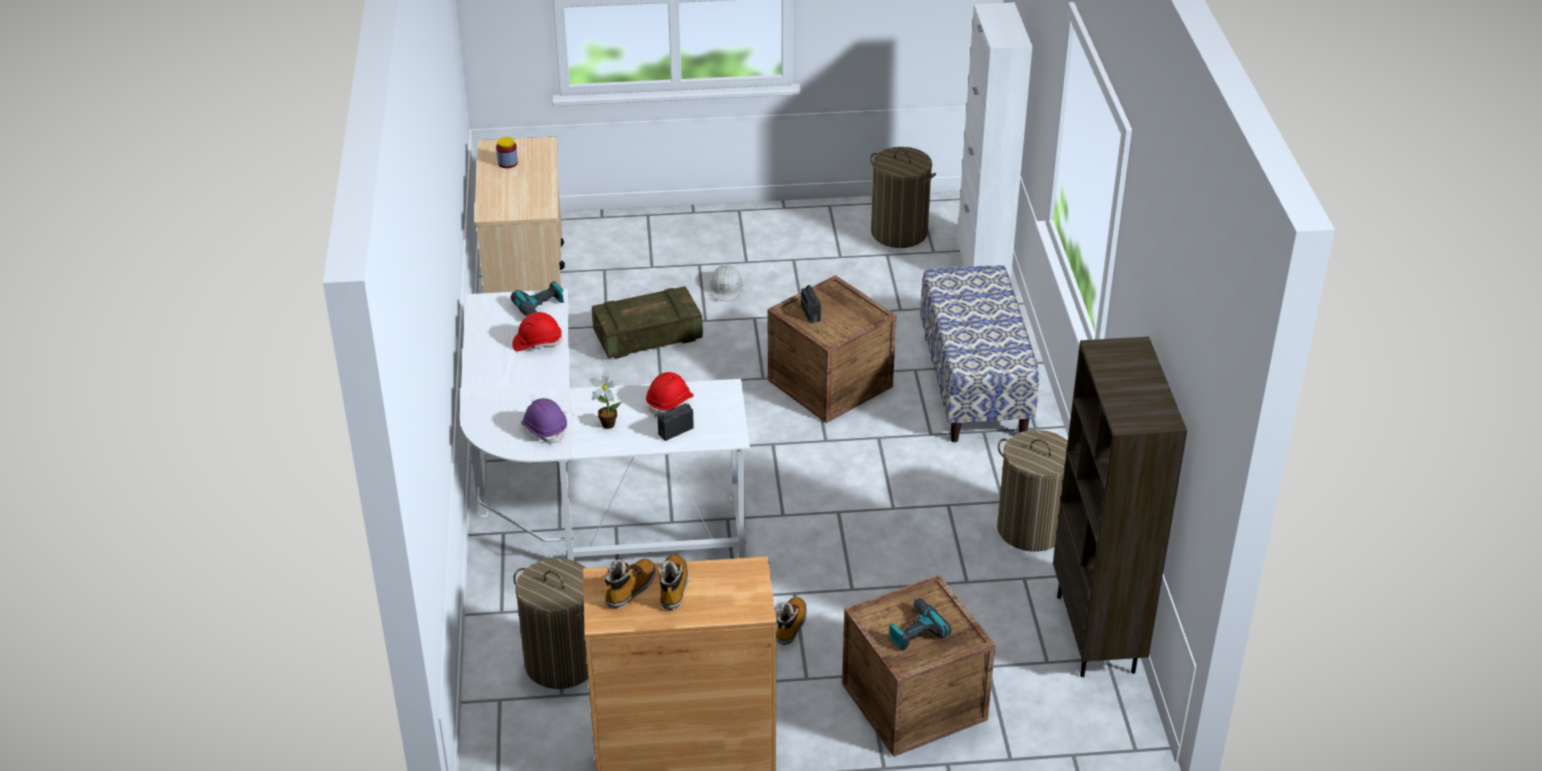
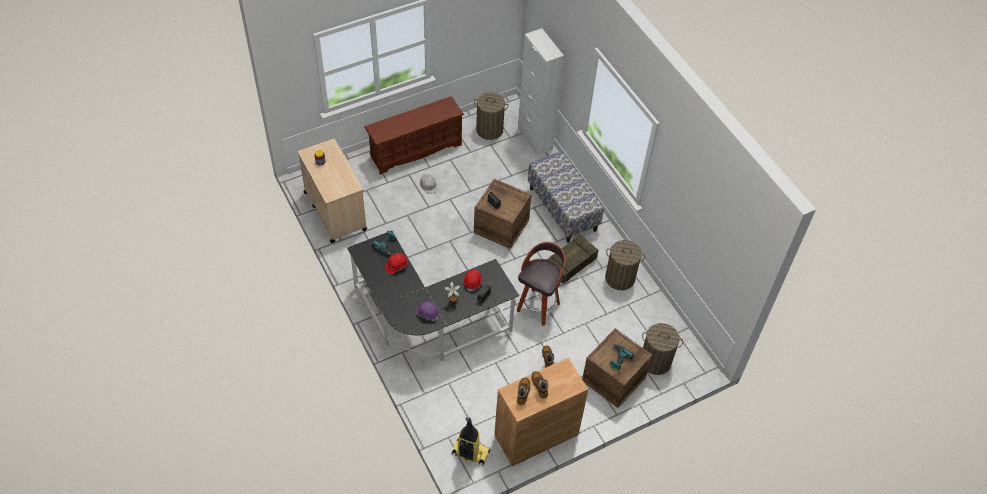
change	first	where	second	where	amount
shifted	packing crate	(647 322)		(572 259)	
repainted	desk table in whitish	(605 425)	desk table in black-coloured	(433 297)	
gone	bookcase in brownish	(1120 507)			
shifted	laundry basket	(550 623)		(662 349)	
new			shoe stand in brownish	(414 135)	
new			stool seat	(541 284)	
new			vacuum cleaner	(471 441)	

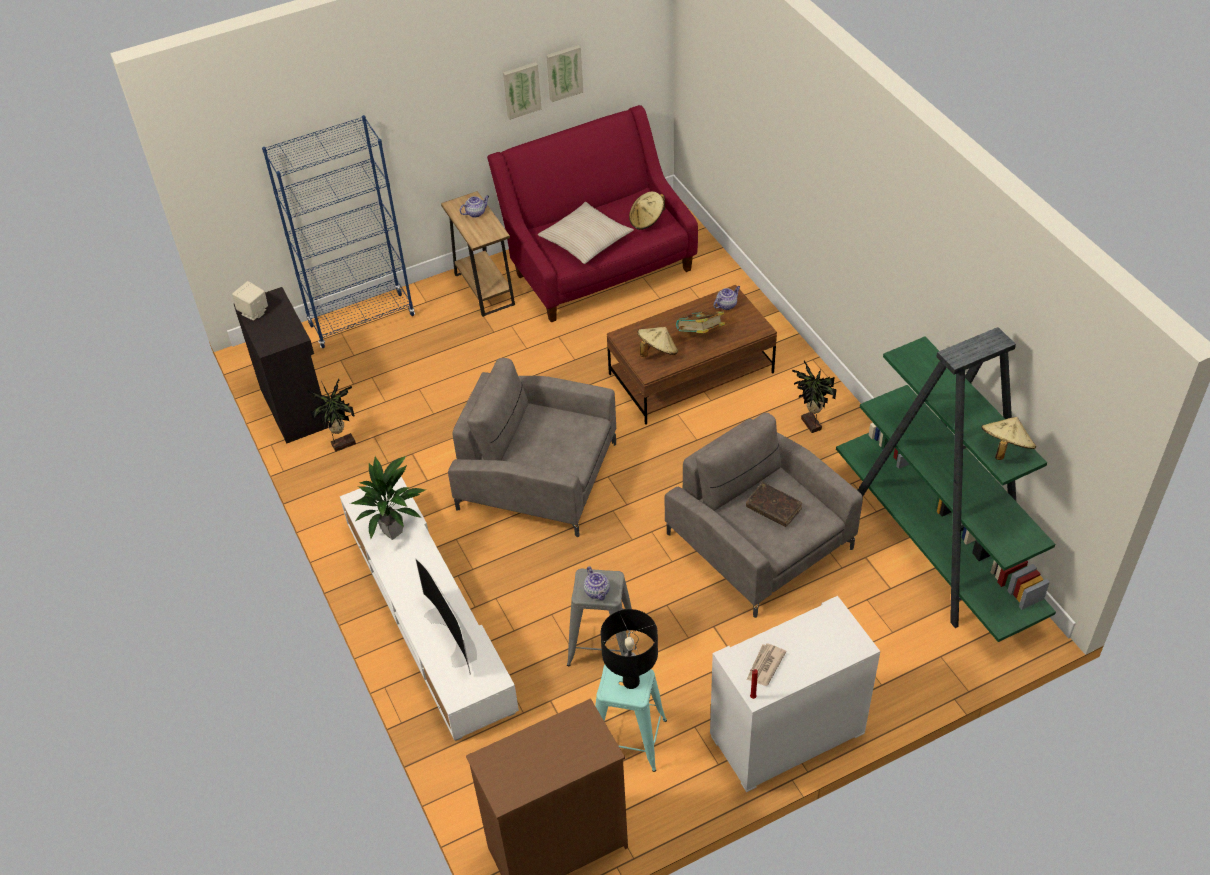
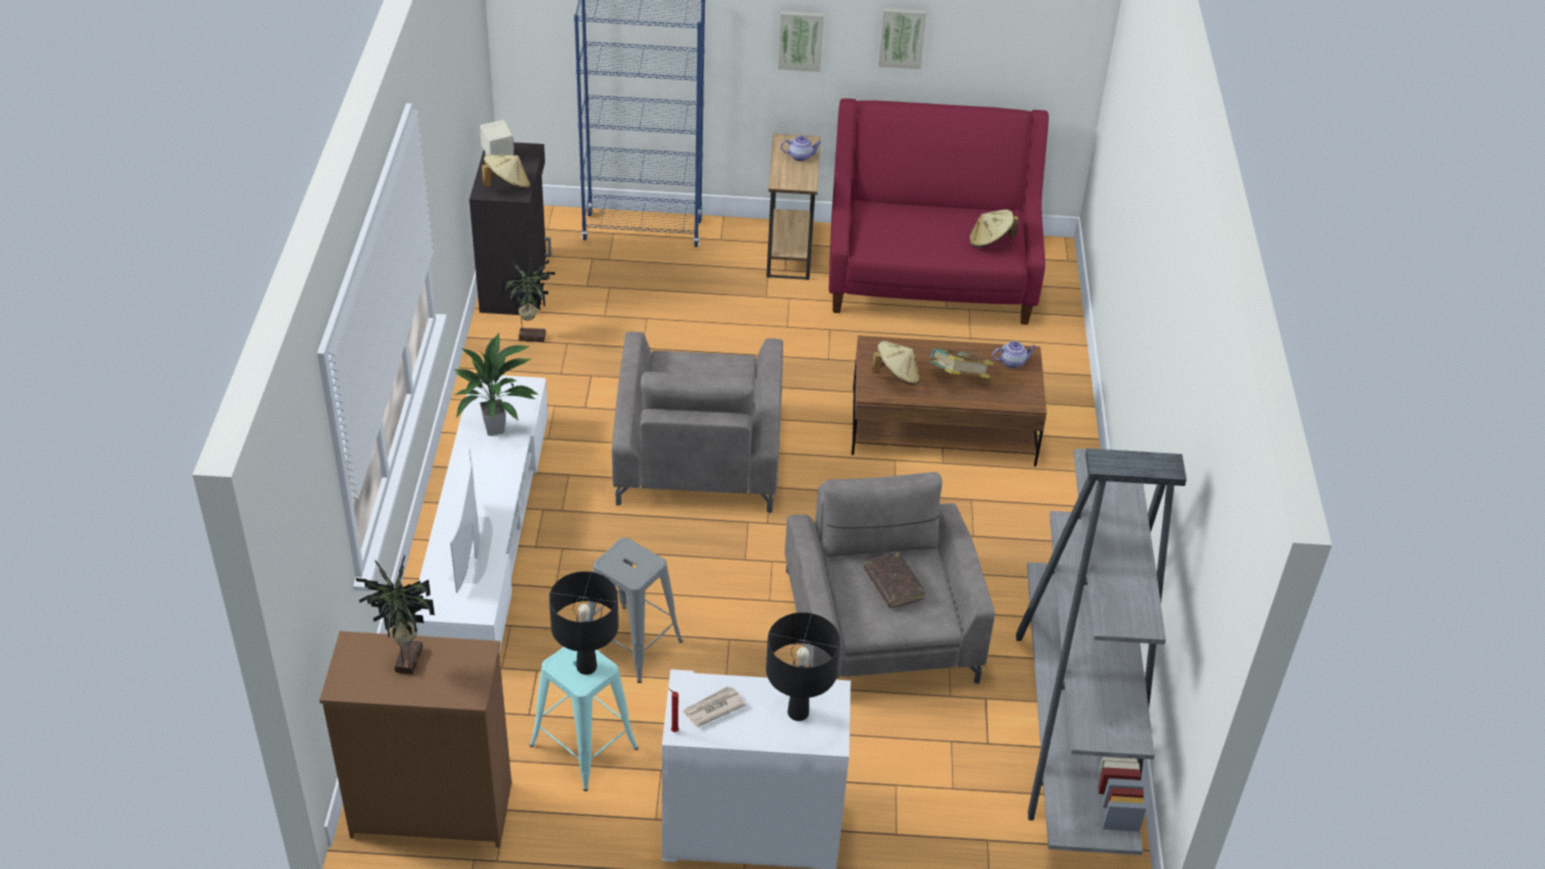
change	first	where	second	where	amount
shifted	wall picture	(564 73)		(801 41)	
gone	throw pillow in beige-coloured	(586 233)			
repainted	bookcase in green	(946 484)	bookcase in greyish	(1101 651)	
rotated	armchair in greyish	(532 447)		(697 422)	135 degrees counterclockwise
shifted	plant in a pot	(814 397)		(395 614)	
shifted	hat in beige-coloured	(1008 438)		(506 172)	
gone	teapot	(597 583)			
new			tabletop lamp in black-coloured	(803 666)	

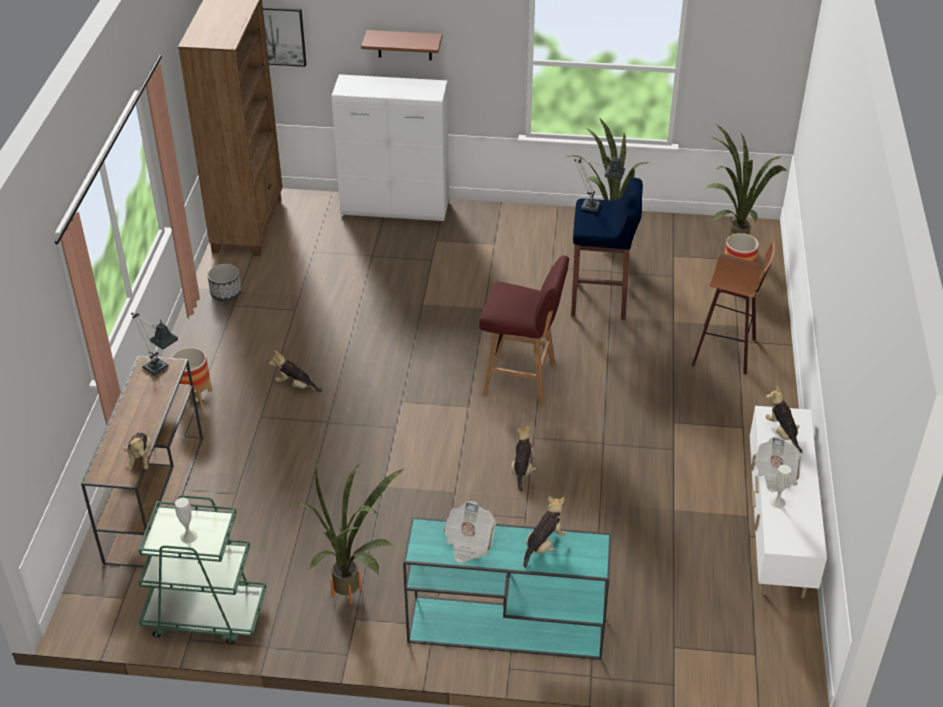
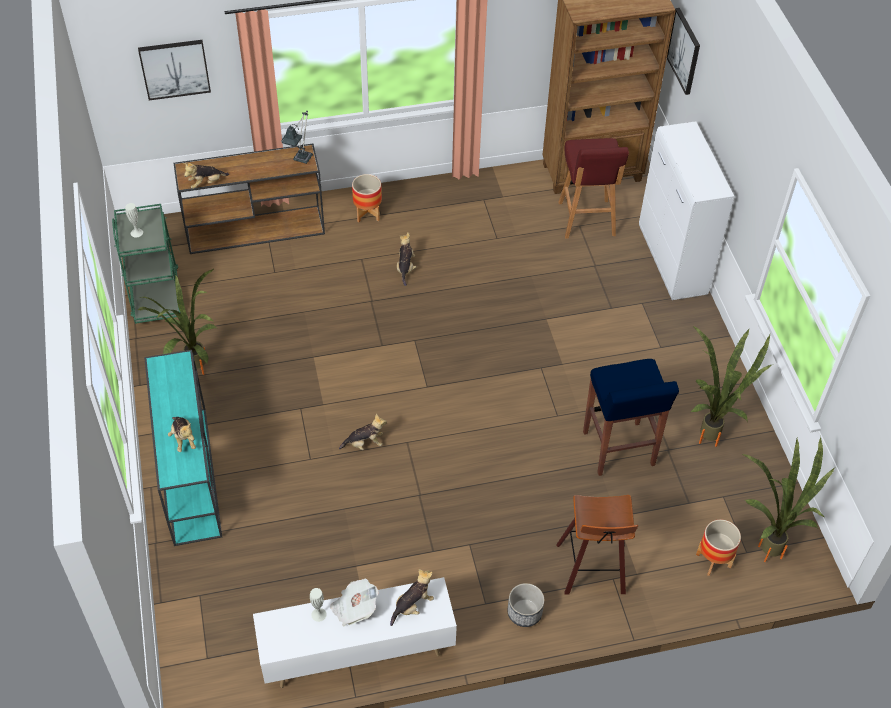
change	first	where	second	where	amount
gone	shelf in brownish	(401 45)			
gone	tabletop lamp	(599 183)			
shifted	stool seat in red-coloured	(524 330)		(593 188)	
shifted	planter	(224 282)		(526 605)	
rotated	cuddly toy	(545 532)		(182 434)	45 degrees clockwise
gone	daily paper	(470 532)			
new			wall picture	(174 70)	

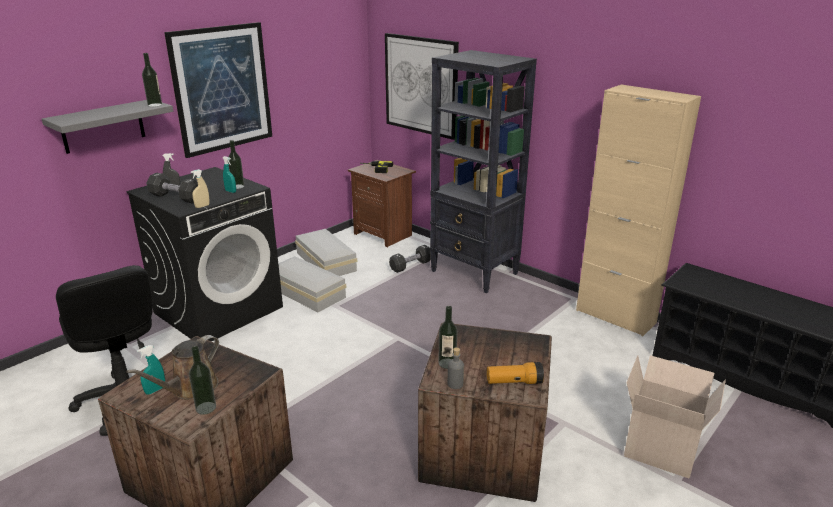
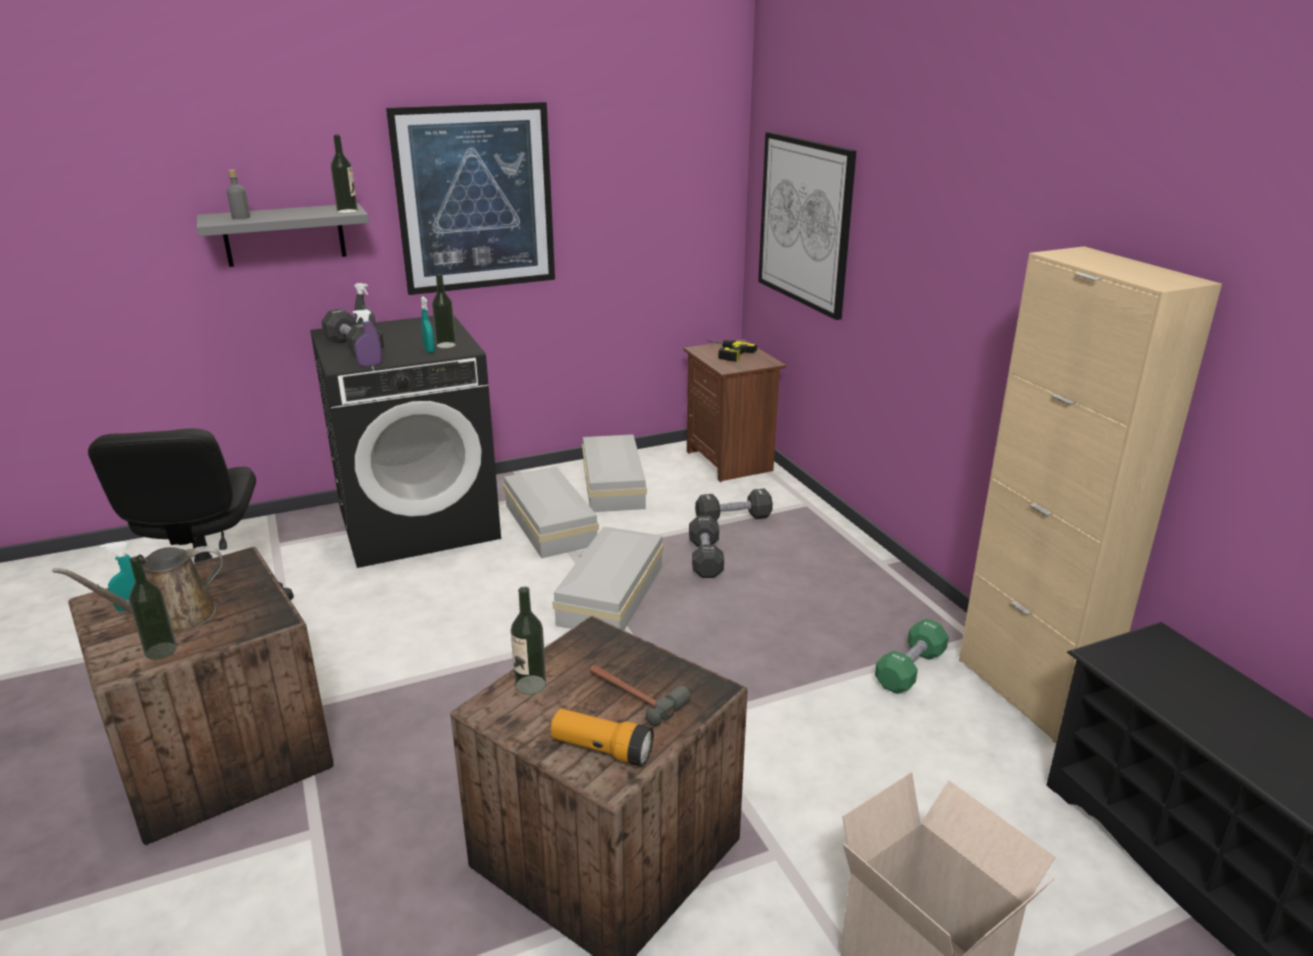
change	first	where	second	where	amount
gone	bookcase in black-coloured	(483 171)			
repainted	hand sprayer in beige-coloured	(200 188)	hand sprayer in purple	(367 338)	
shifted	bottle in greyish	(456 368)		(238 194)	
new			hand weight in black-coloured	(706 547)	
new			storage box in whitish	(608 578)	
new			hand weight in green	(912 656)	
new			tool hammer	(640 695)	

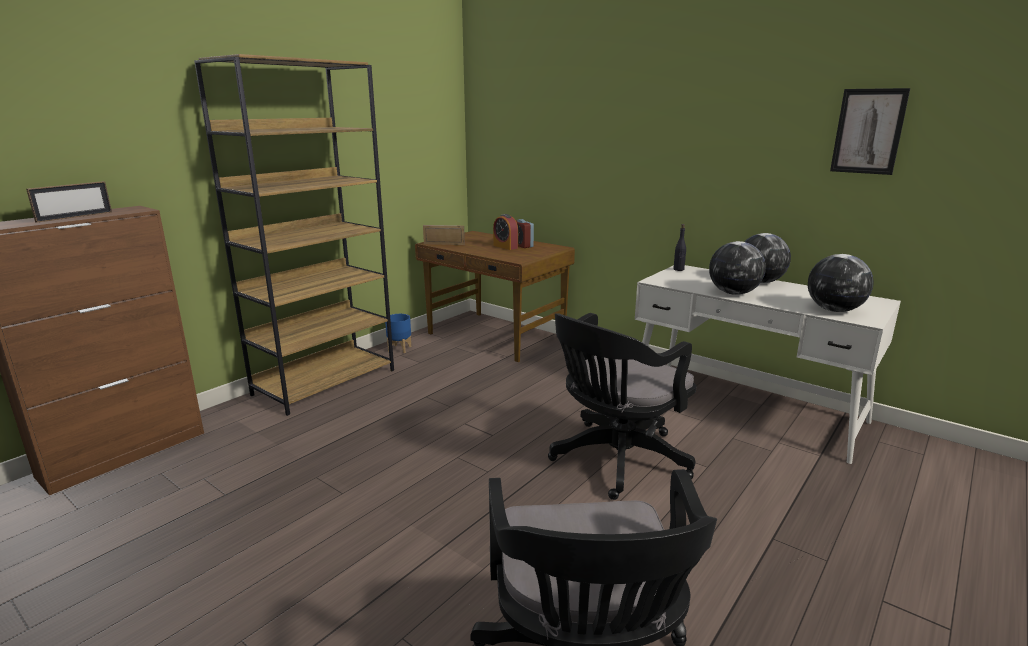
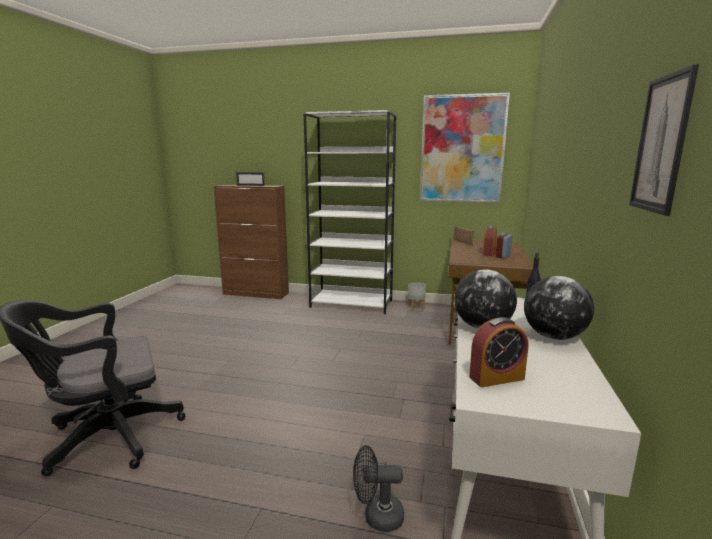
change	first	where	second	where	amount
repainted	bookcase in brownish	(294 235)	bookcase in whitish	(349 212)	
swapped	desk globe	(841 283)	alarm clock	(498 352)	
gone	desk chair in black-coloured	(622 406)			
repainted	planter in blue	(398 333)	planter in greyish	(417 296)	
new			wall picture	(465 148)	
new			fan in black-coloured	(378 488)	

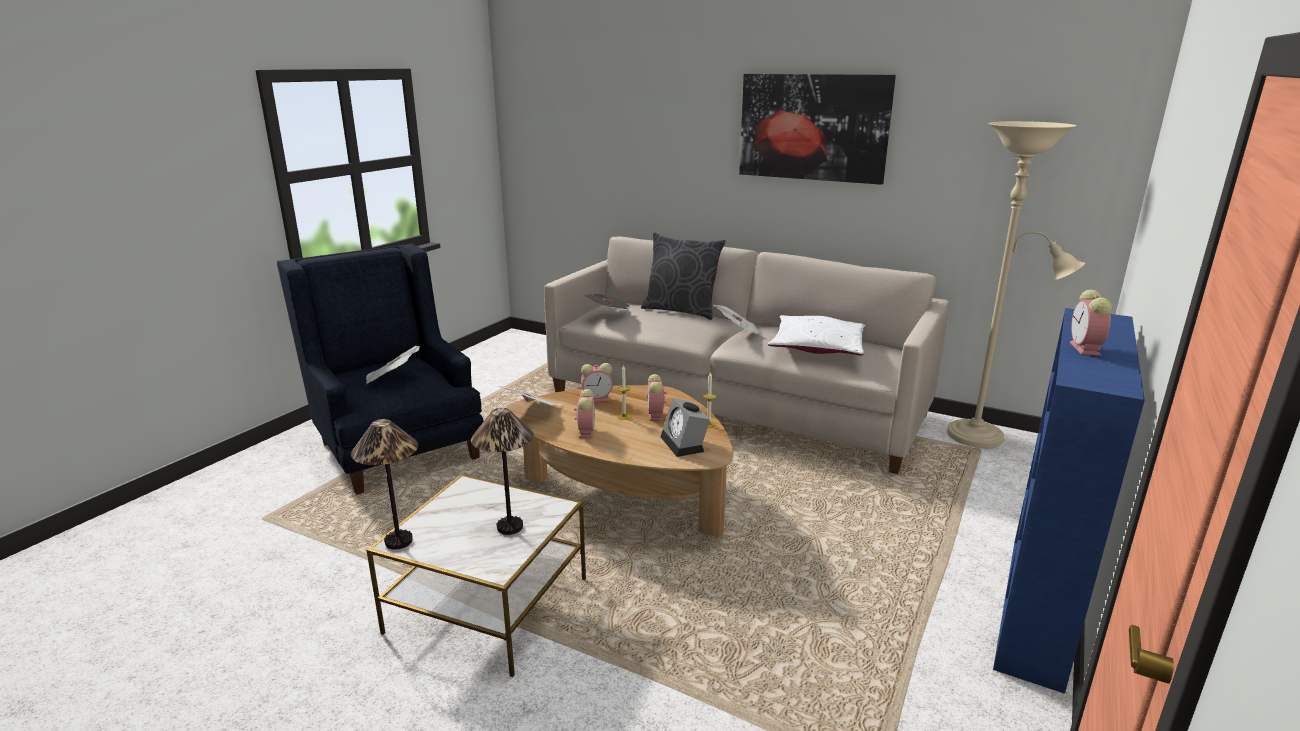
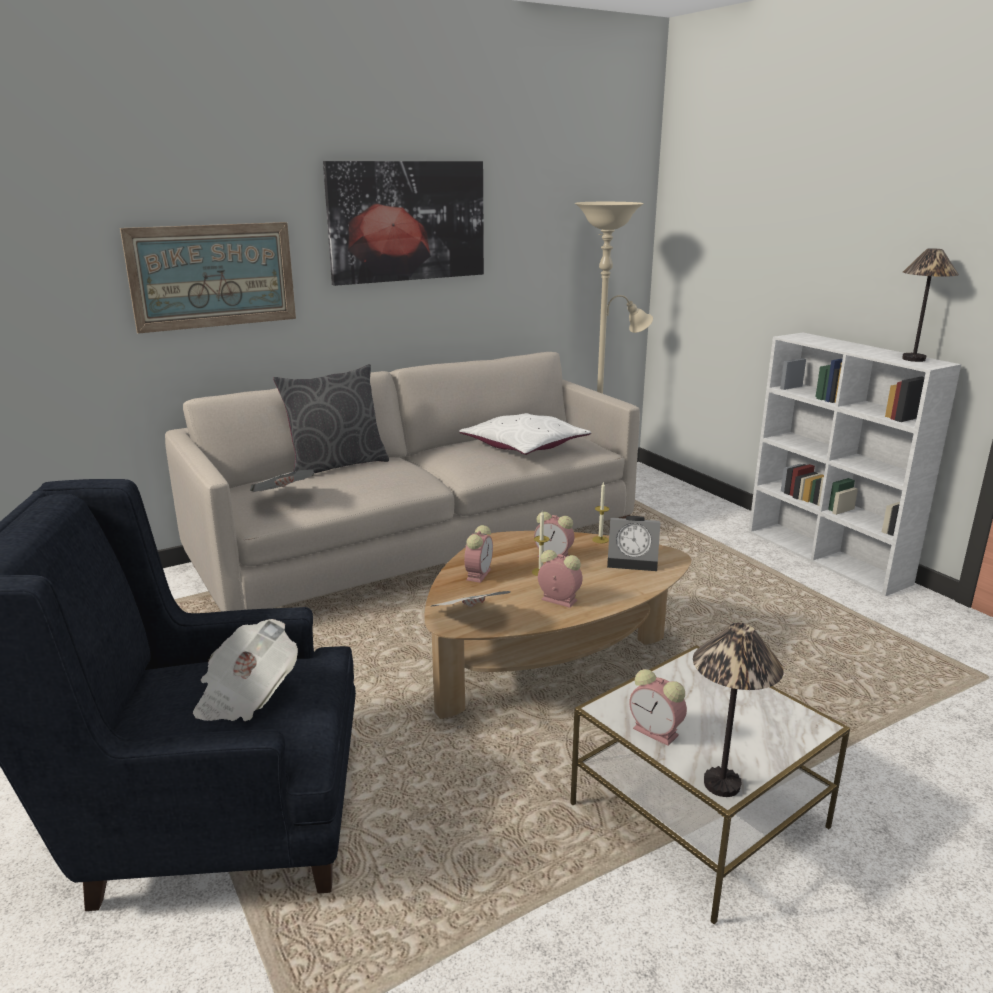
change	first	where	second	where	amount
shifted	alarm clock	(1091 323)		(658 707)	
gone	daily paper	(740 320)			
repainted	bookcase in blue	(1069 501)	bookcase in whitish	(855 464)	
shifted	tabletop lamp	(502 471)		(930 305)	
new			wall picture	(208 278)	

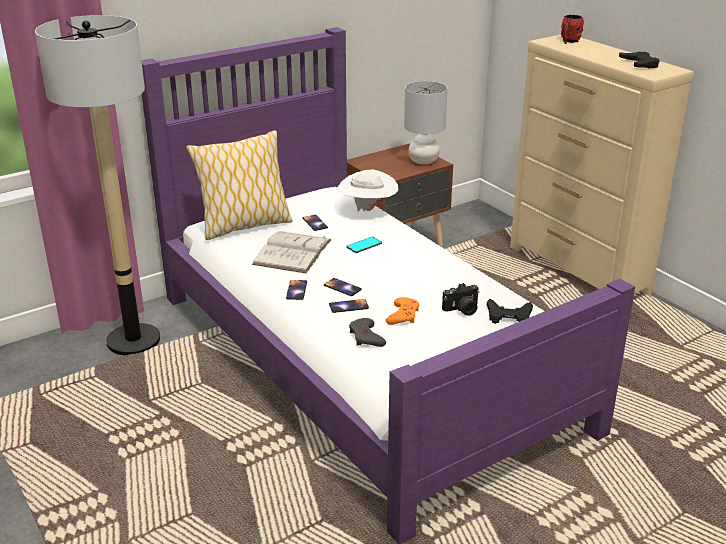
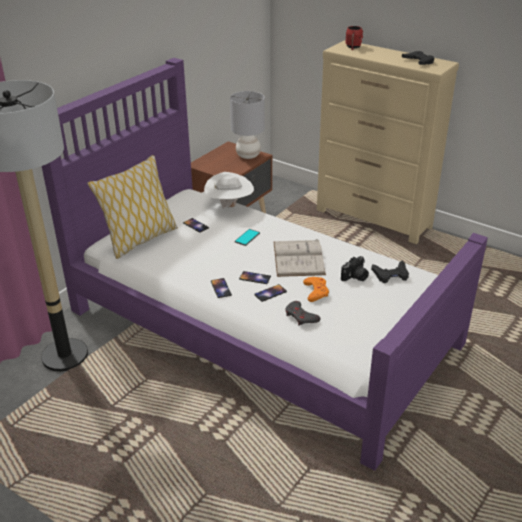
change	first	where	second	where	amount
shifted	volume in whitish	(292 252)		(300 258)	

